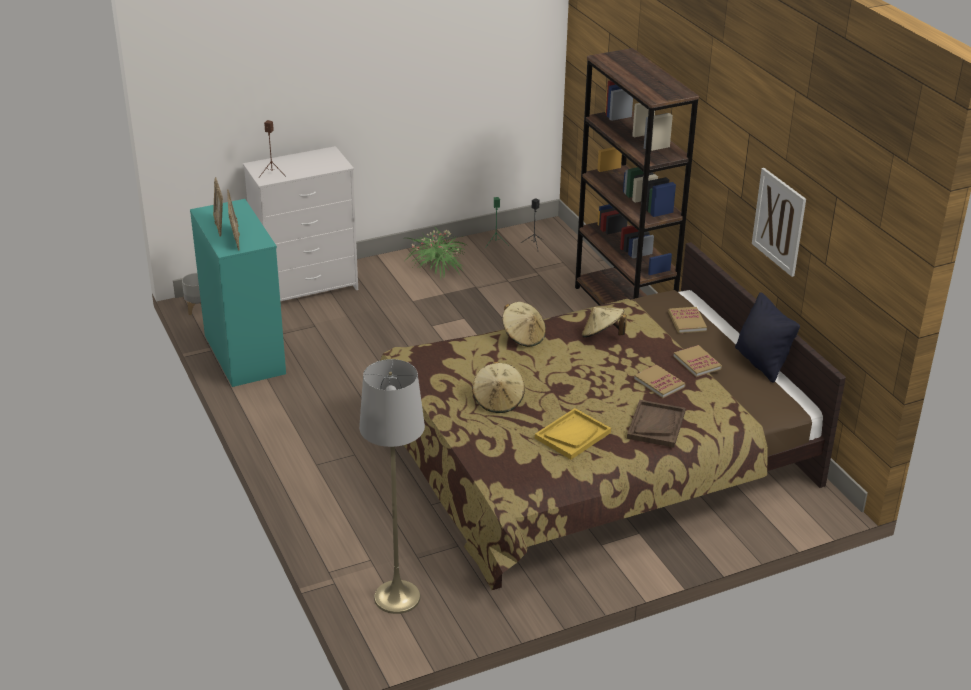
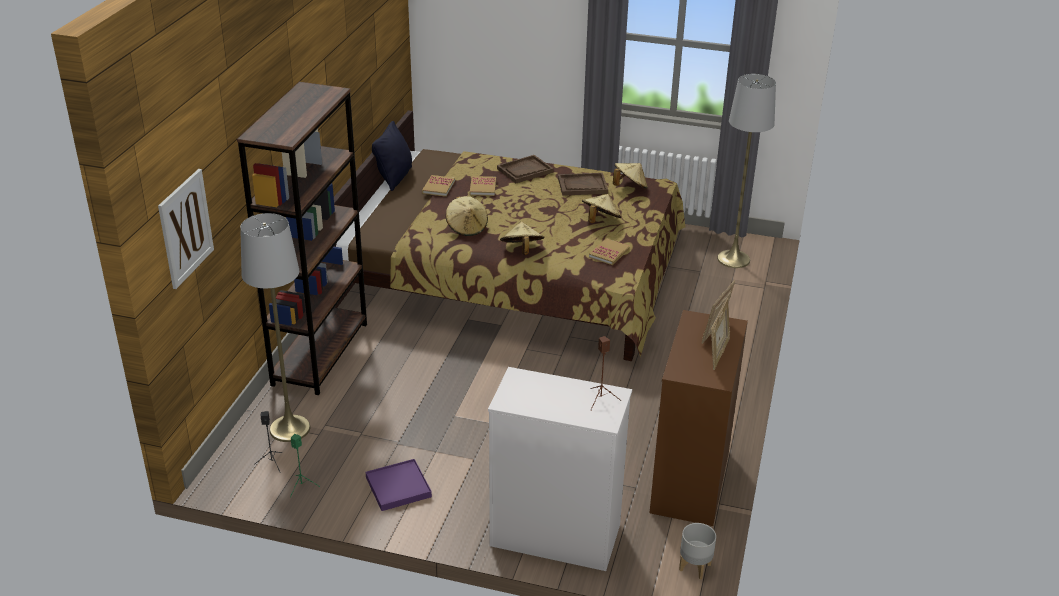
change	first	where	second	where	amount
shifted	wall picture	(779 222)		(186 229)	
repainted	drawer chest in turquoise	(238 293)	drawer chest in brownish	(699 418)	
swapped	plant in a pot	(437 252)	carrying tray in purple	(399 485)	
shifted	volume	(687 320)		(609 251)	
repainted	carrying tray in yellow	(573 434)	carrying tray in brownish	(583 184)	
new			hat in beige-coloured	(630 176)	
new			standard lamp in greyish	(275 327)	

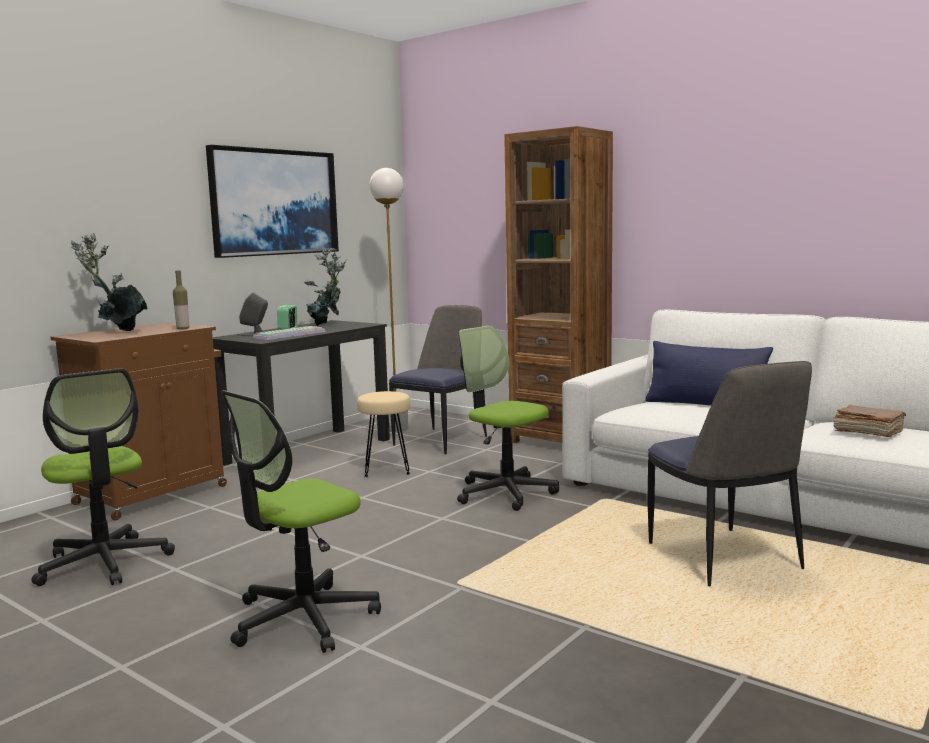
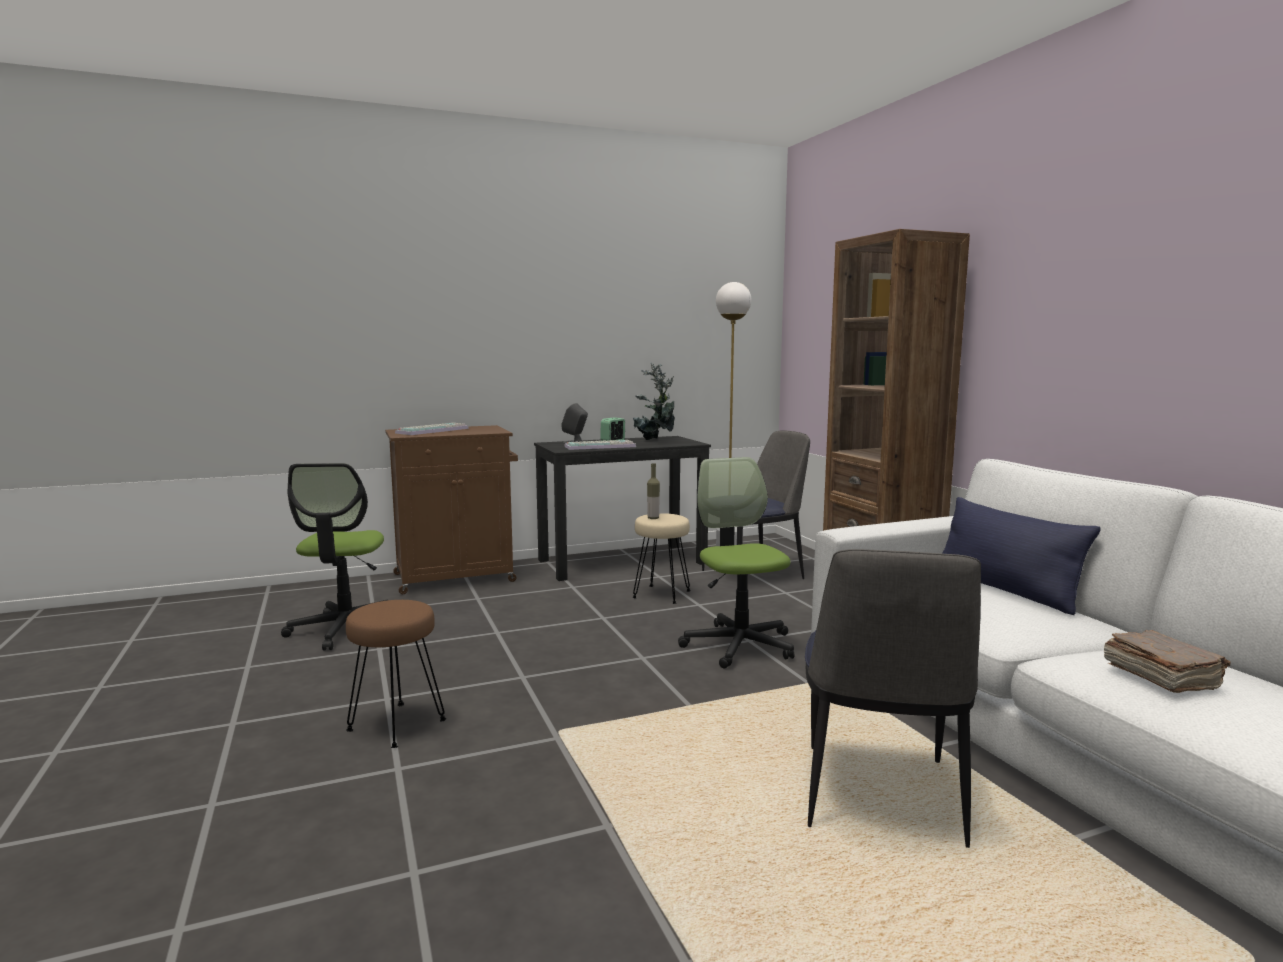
change	first	where	second	where	amount
gone	wall picture	(272 201)			
swapped	plant in a pot	(109 282)	PC keyboard	(432 429)	
shifted	bottle	(181 300)		(653 491)	
swapped	desk chair	(301 521)	stool seat in brownish	(396 674)	

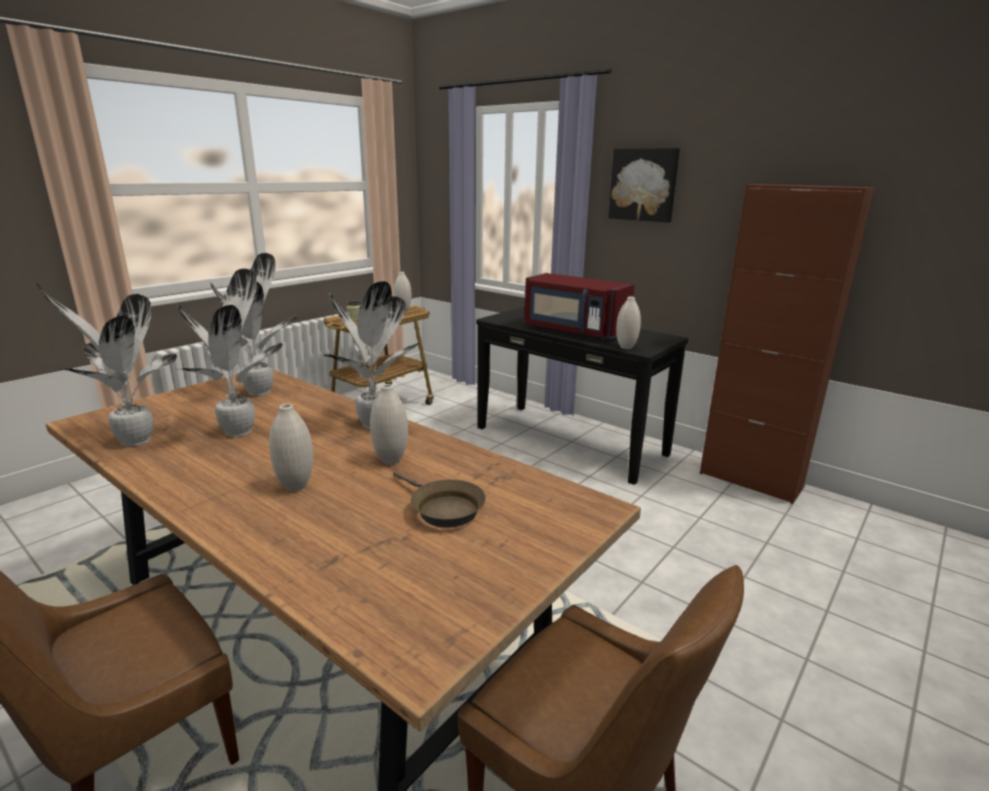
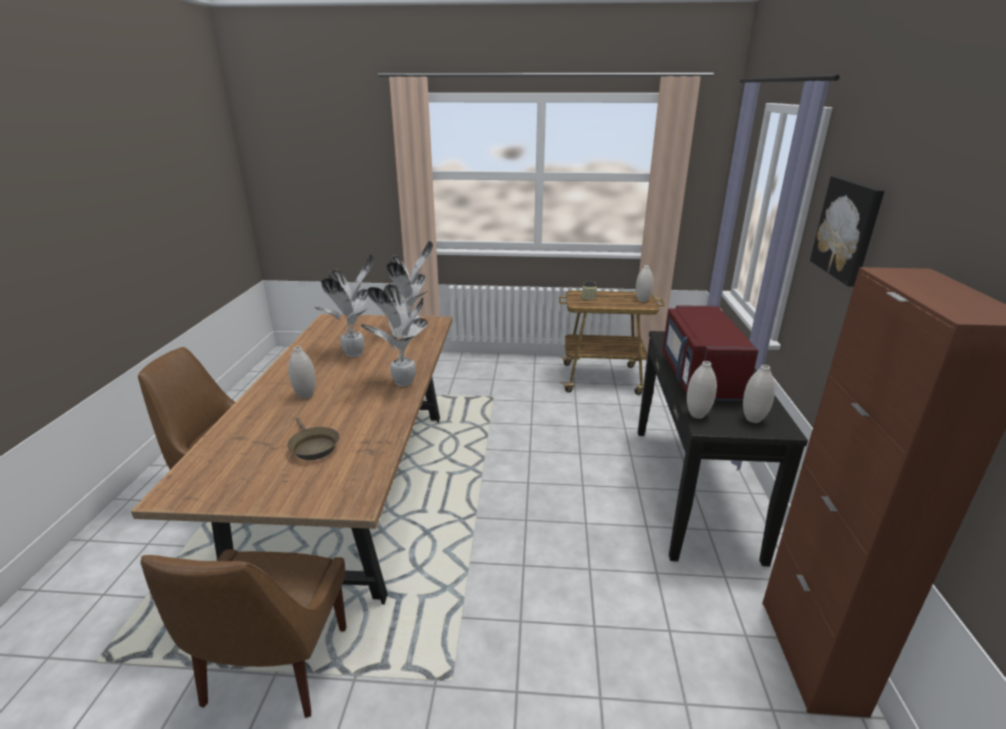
change	first	where	second	where	amount
gone	plant in a pot	(106 365)			
shifted	flower vase in whitish	(389 424)		(759 394)	
rotated	pan in brownish	(439 499)		(313 438)	45 degrees counterclockwise

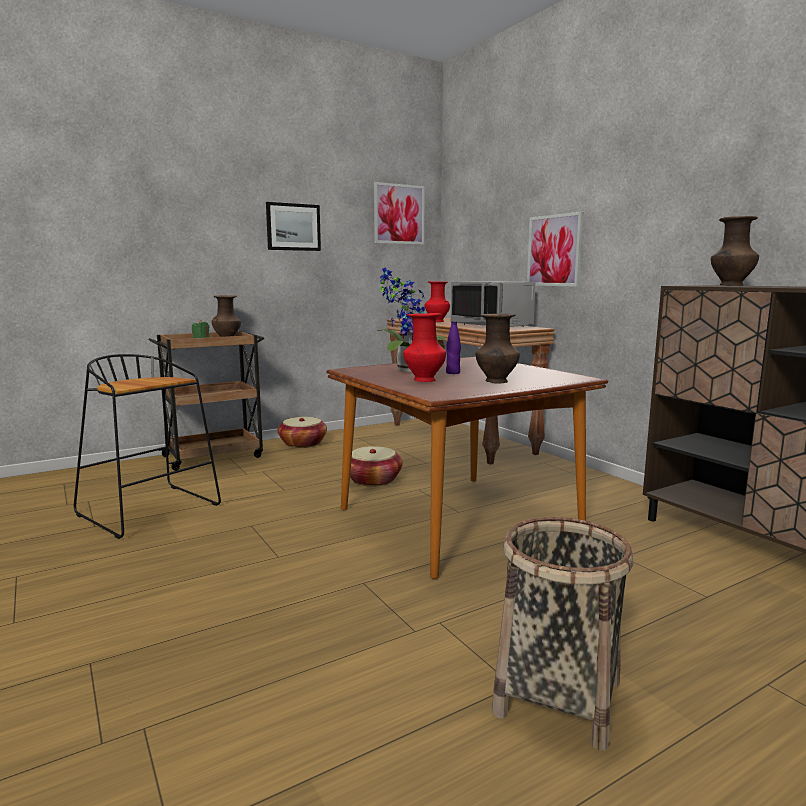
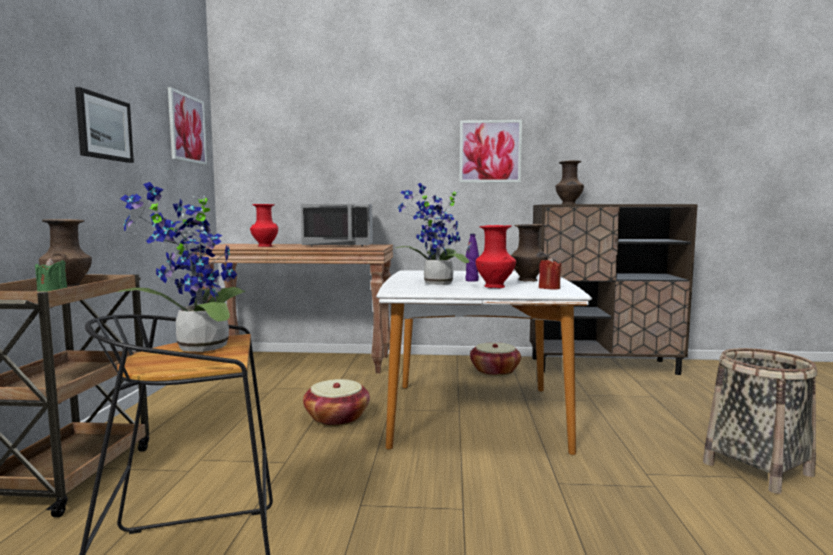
change	first	where	second	where	amount
shifted	wall picture	(555 249)		(490 151)	
repainted	dining table in brownish	(467 468)	dining table in whitish	(484 362)	
shifted	basket	(302 432)		(495 359)	
new			plant in a pot	(180 267)	
new			wax candle in red-coloured	(550 273)	

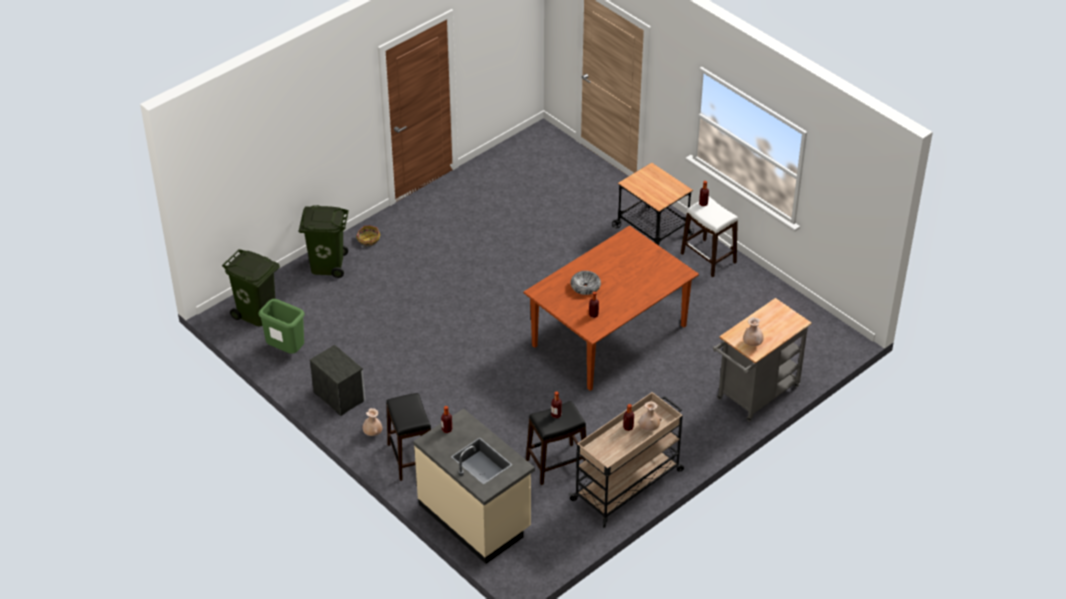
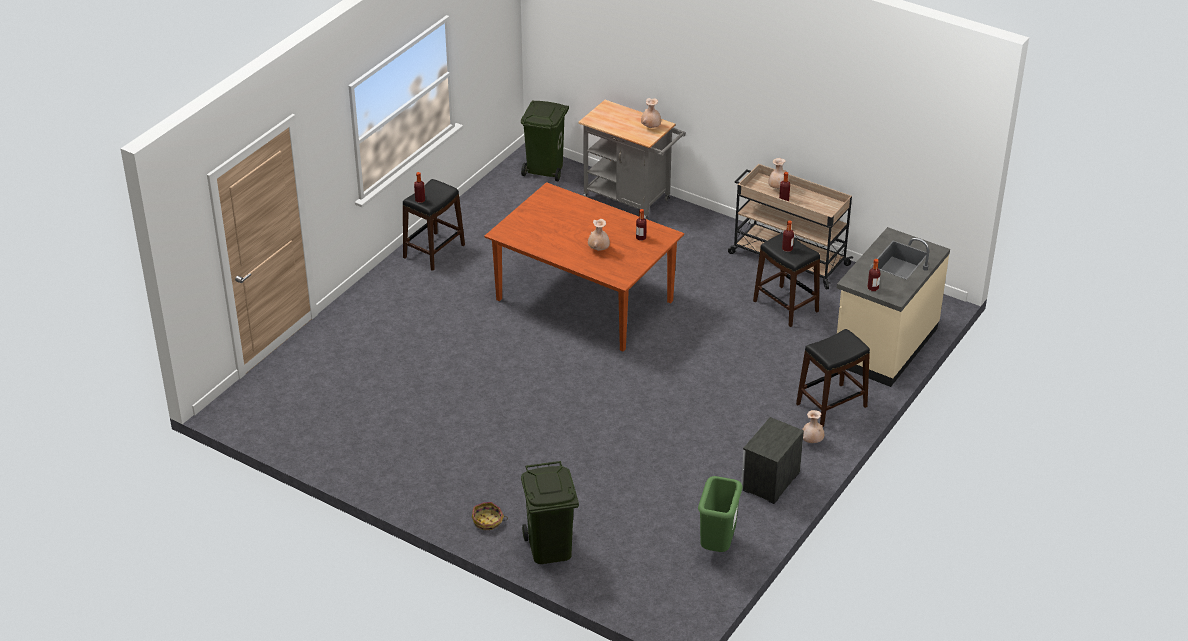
change	first	where	second	where	amount
gone	wheeled cart	(653 204)			
repainted	stool seat in whitish	(709 237)	stool seat in black-coloured	(434 225)	
shifted	trash can in green	(251 287)		(545 140)	
swapped	serving bowl	(586 283)	flower vase in beige-coloured	(599 235)	

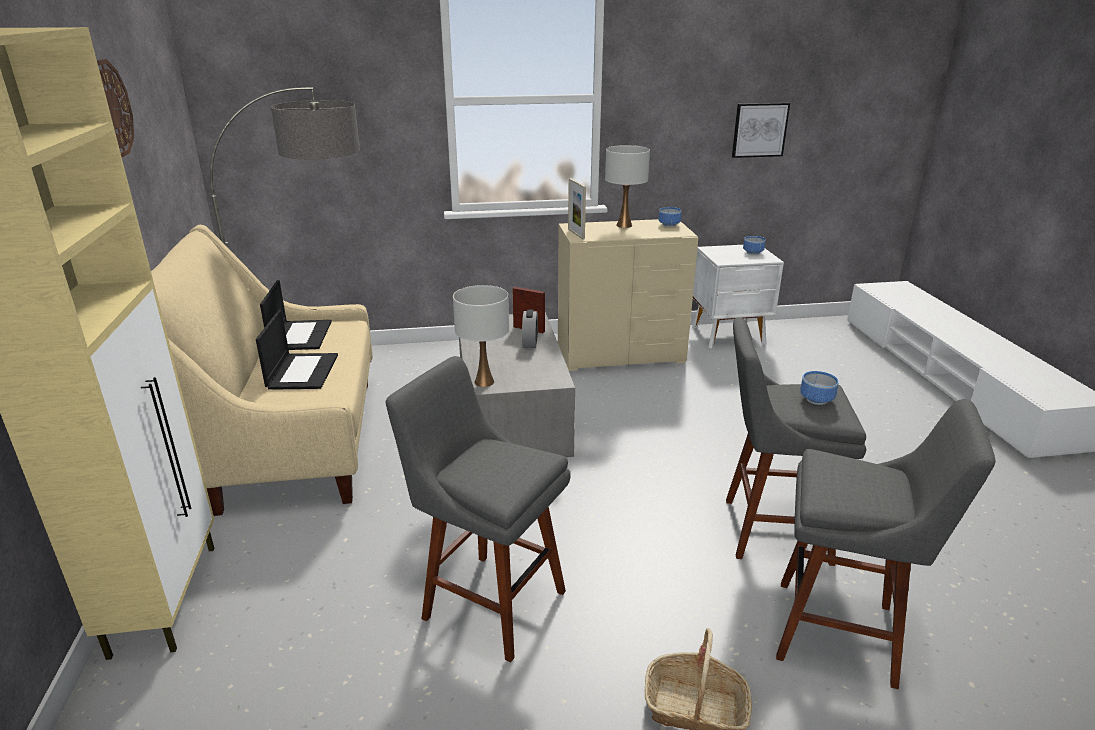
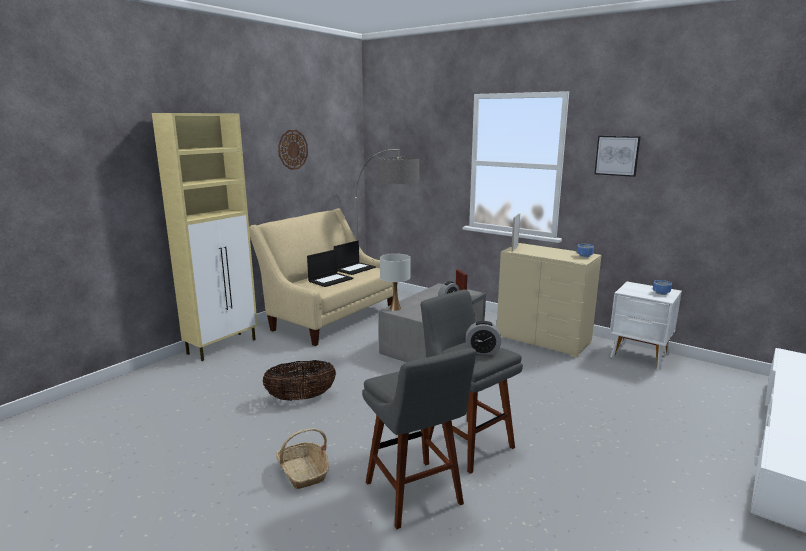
change	first	where	second	where	amount
shifted	wall picture	(761 130)		(617 156)	
gone	tabletop lamp in whitish	(627 186)			
swapped	stool seat in greyish	(478 509)	basket	(299 380)	
swapped	serving bowl	(819 388)	alarm clock	(483 338)	

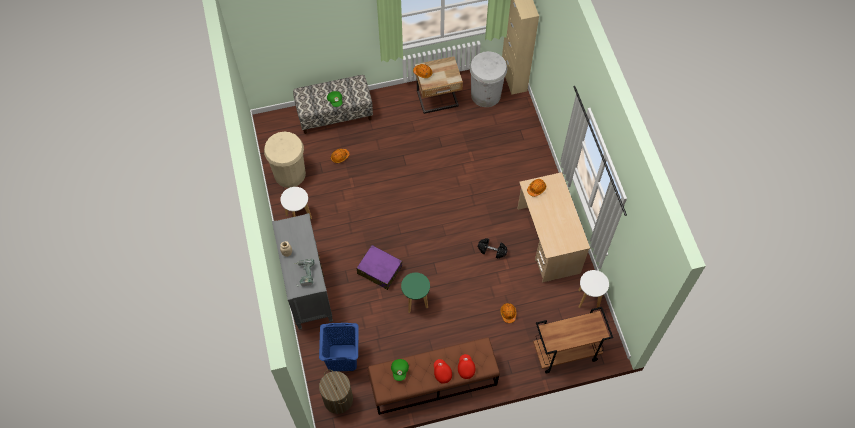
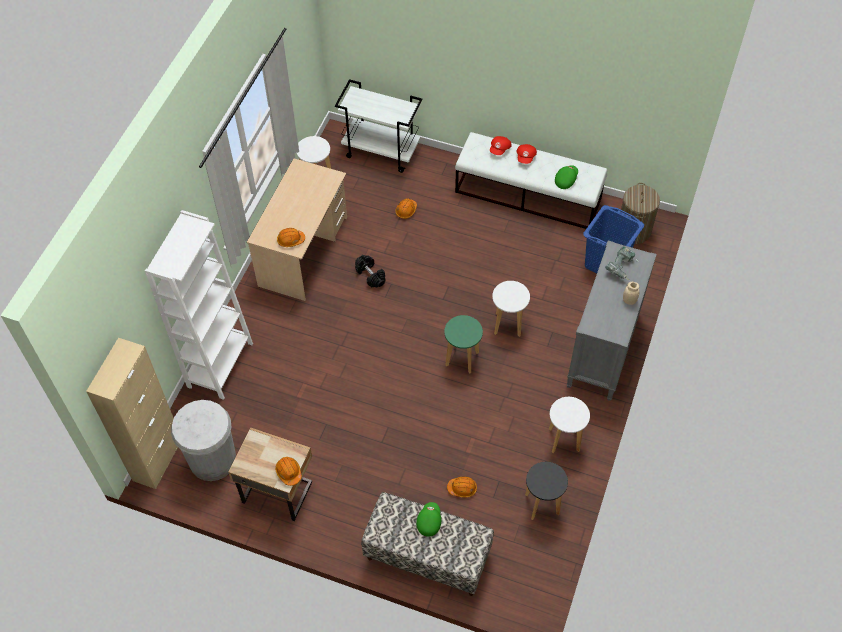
change	first	where	second	where	amount
swapped	trash can in beige-coloured	(285 160)	stool seat in black-coloured	(546 491)	
swapped	suitcase in purple	(379 267)	stool seat in whitish	(511 309)	
shifted	stool seat in green	(415 293)		(463 344)	
repainted	wheeled cart in brownish	(573 340)	wheeled cart in whitish	(378 126)	
repainted	bench in brownish	(434 376)	bench in whitish	(531 180)	
new			bookcase in whitish	(199 305)	

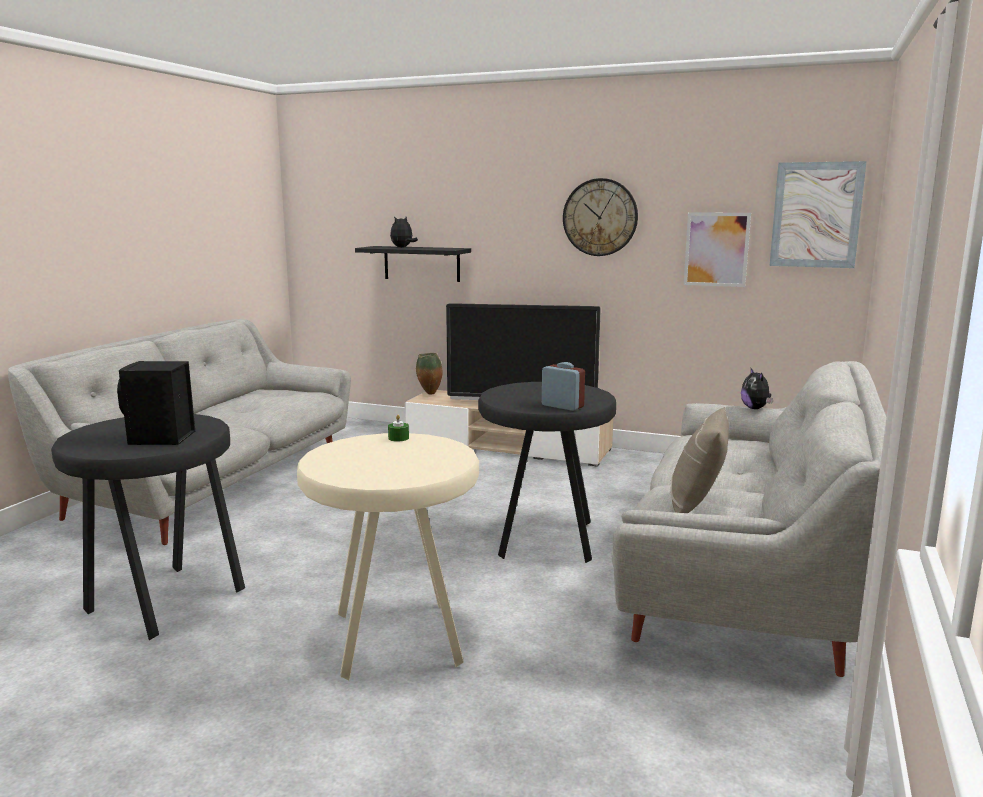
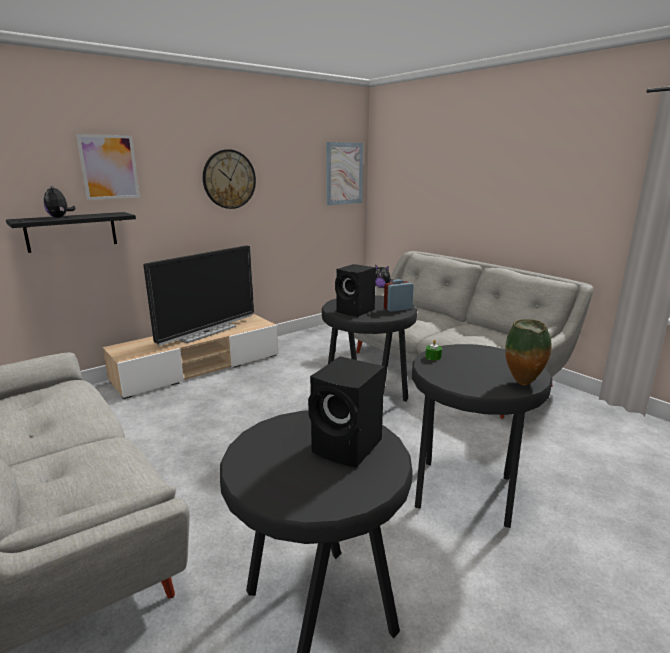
change	first	where	second	where	amount
shifted	wall picture	(717 249)		(108 167)	
shifted	flower vase	(429 374)		(528 352)	
gone	throw pillow in beige-coloured	(700 460)			
repainted	stool seat in beige-coloured	(388 556)	stool seat in black-coloured	(482 436)	
new			audio speaker in black-coloured	(355 290)	

